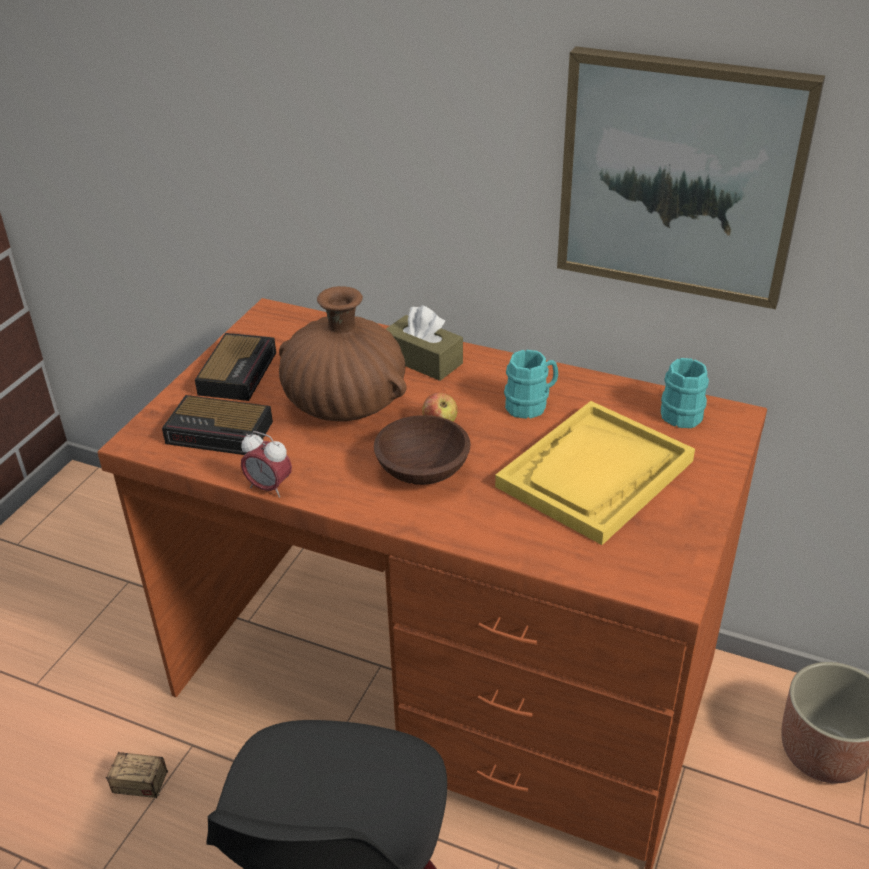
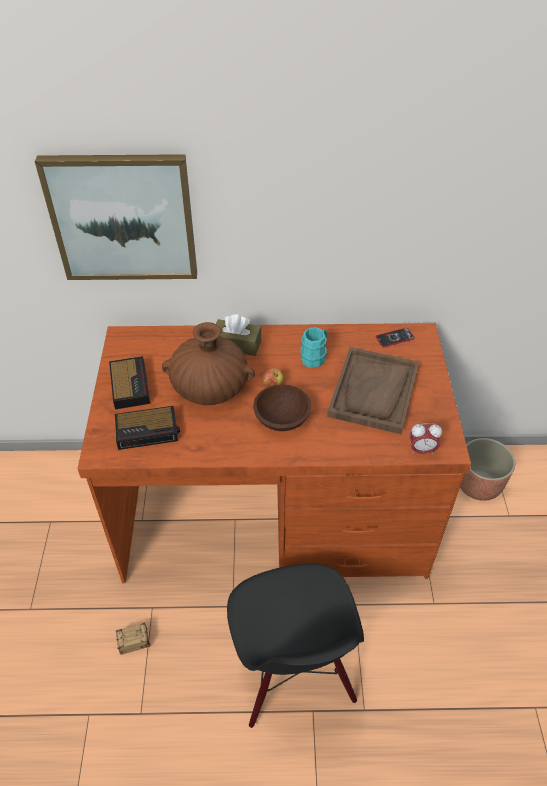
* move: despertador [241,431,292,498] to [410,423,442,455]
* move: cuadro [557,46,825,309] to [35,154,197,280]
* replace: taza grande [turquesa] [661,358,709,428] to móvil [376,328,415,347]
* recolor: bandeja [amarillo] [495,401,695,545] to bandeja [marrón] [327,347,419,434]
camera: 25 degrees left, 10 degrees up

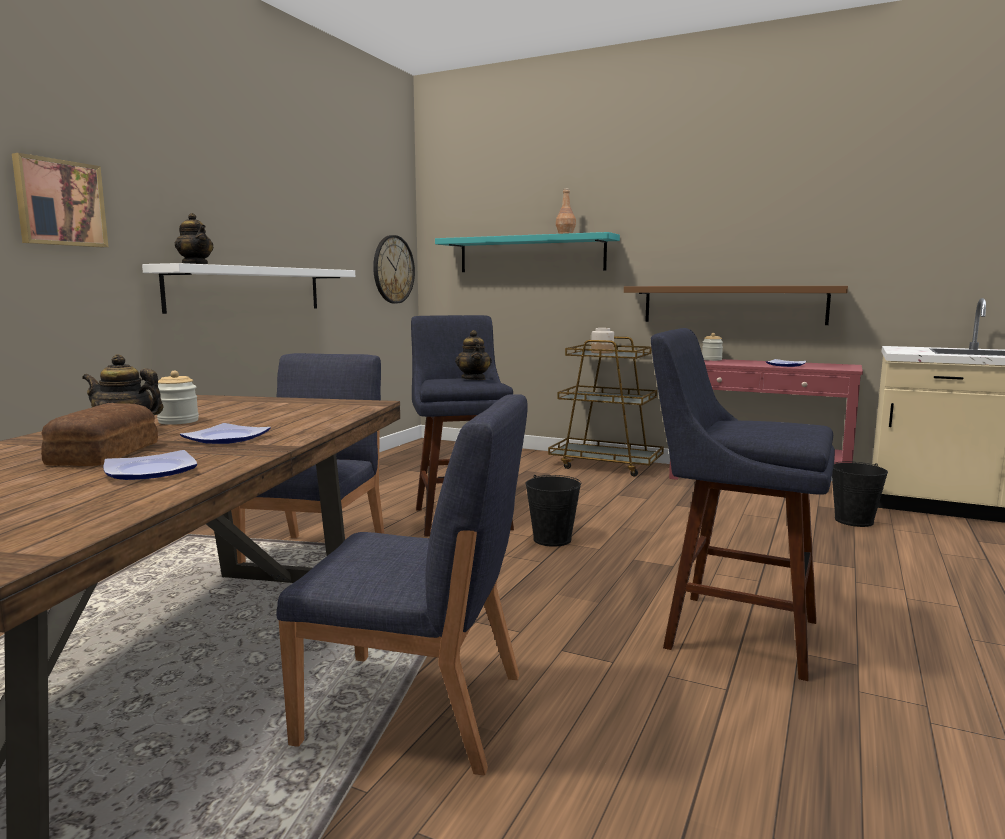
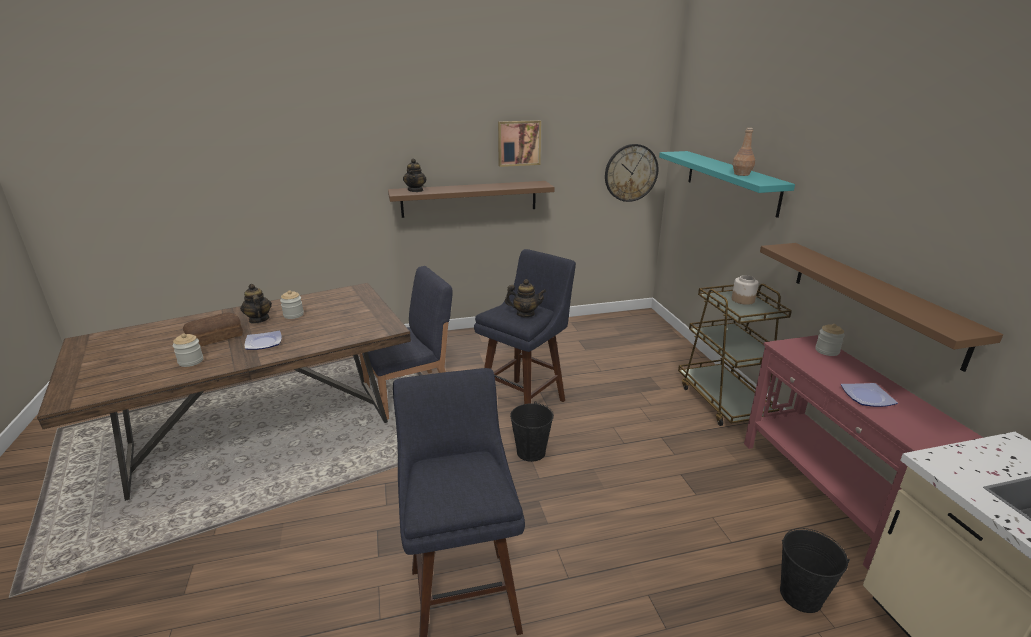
* delete: silla [azul] [276,394,528,775]
* move: cuadro [12,153,108,247] to [498,120,541,167]
* replace: plato [103,450,197,480] to tarro [173,333,203,367]
* recolor: estante [blanco] [142,263,355,314] to estante [marrón] [388,181,554,218]
* rotate: tetera [455,330,492,380] = [505,279,547,317] 120 degrees counterclockwise
camera: 50 degrees right, 15 degrees up

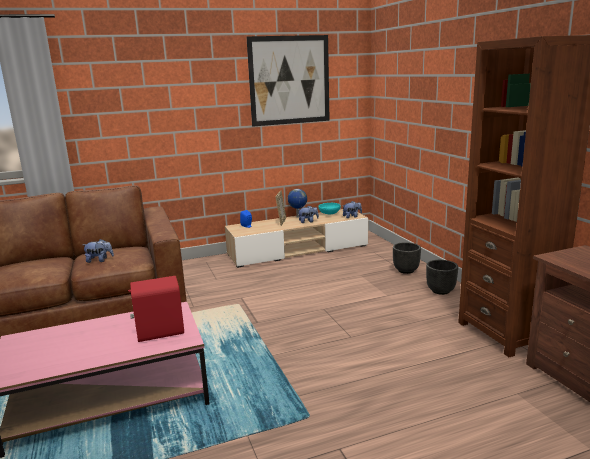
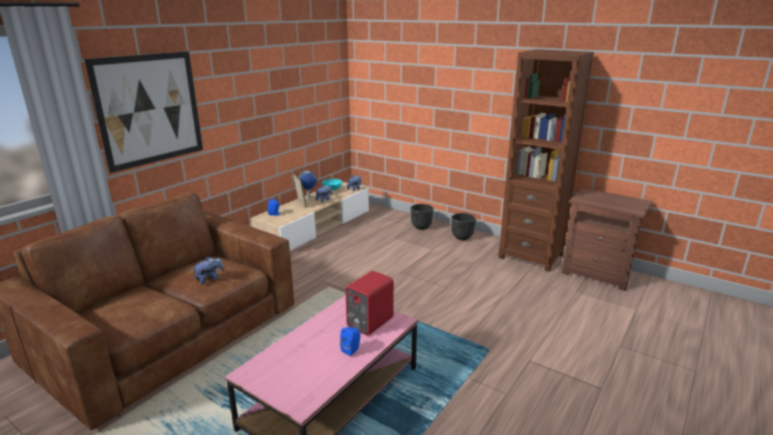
* insert: altavoz [azul] [340,327,360,356]
* move: cuadro [247,35,330,127] to [84,51,203,173]
camera: 35 degrees left, 5 degrees up

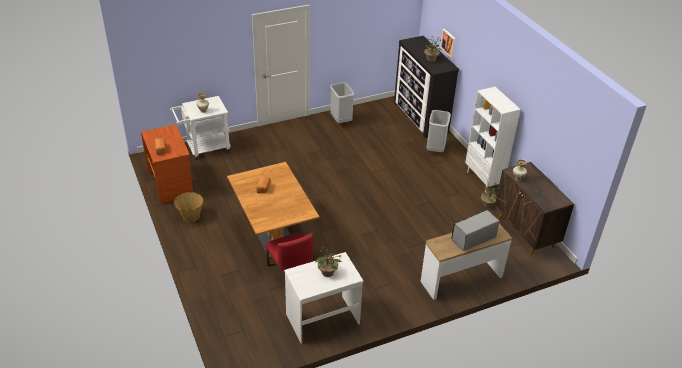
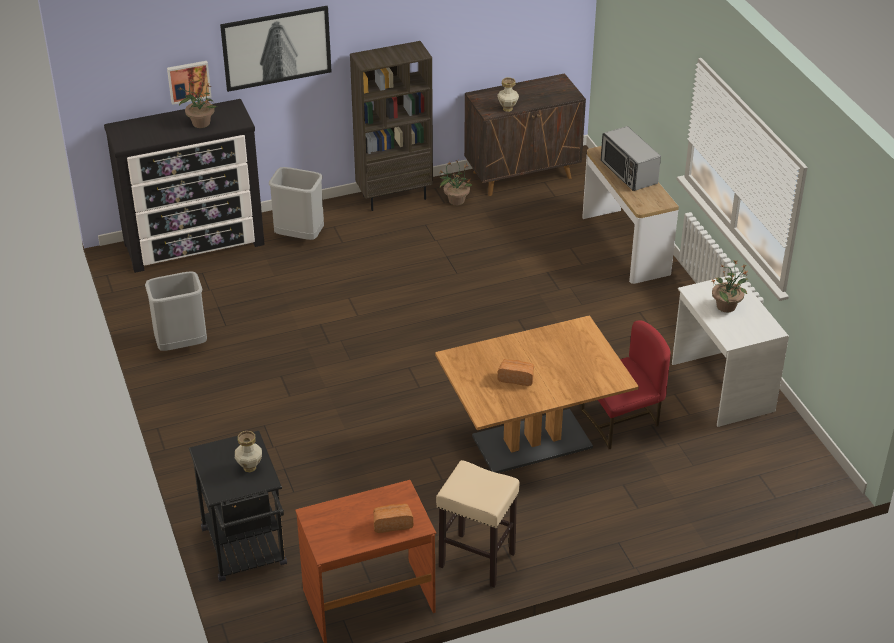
* insert: cuadro [220,6,332,92]
* replace: cesta [174,192,203,222] to taburete [beis] [436,460,520,588]
* recolor: carrito [blanco] [170,96,231,160] to carrito [negro] [189,431,287,582]
* recolor: estantería [blanco] [465,87,521,193] to estantería [marrón] [350,41,433,211]
camera: 85 degrees left, 0 degrees up

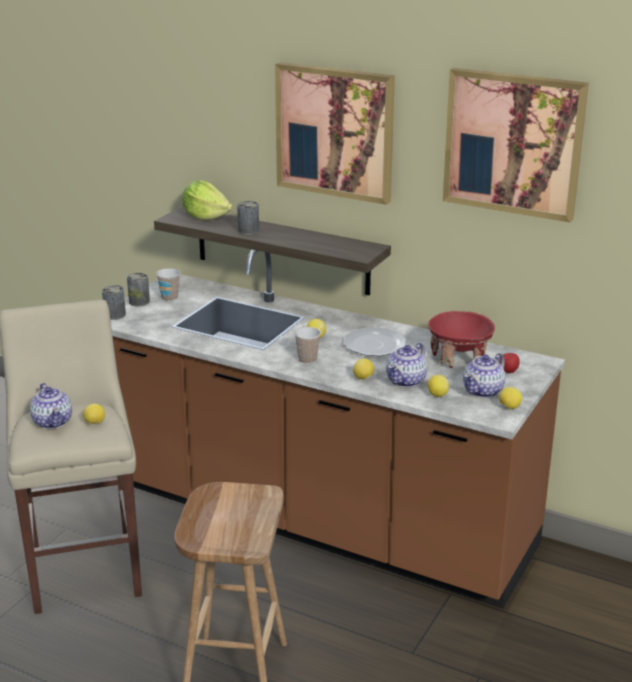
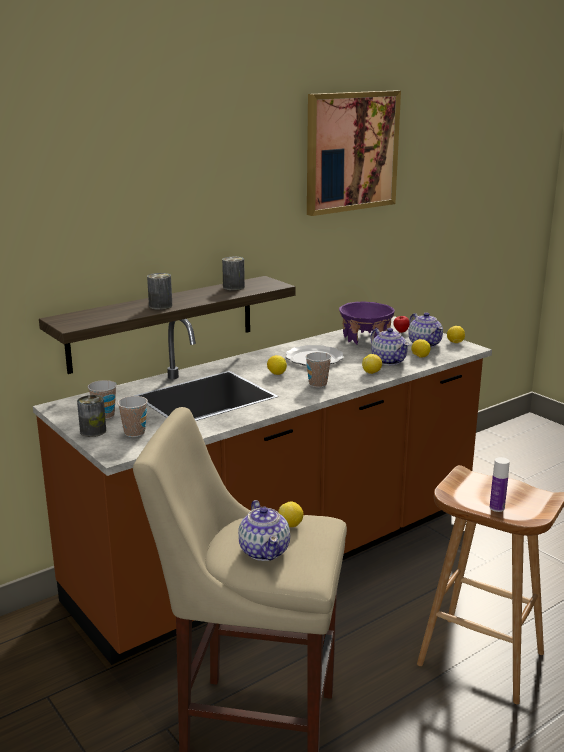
* delete: lechuga [183,180,232,220]
* delete: cuadro [275,62,395,205]
* insert: taza [117,396,148,437]
* insert: botella [490,457,510,512]
* move: lata [102,285,126,320] to [222,257,245,290]
* recolor: cuenco [rojo] [428,311,495,368] to cuenco [morado] [339,301,395,345]
* rotate: tetera [30,383,72,429] = [238,500,290,561] 75 degrees clockwise
camera: 65 degrees left, 5 degrees down

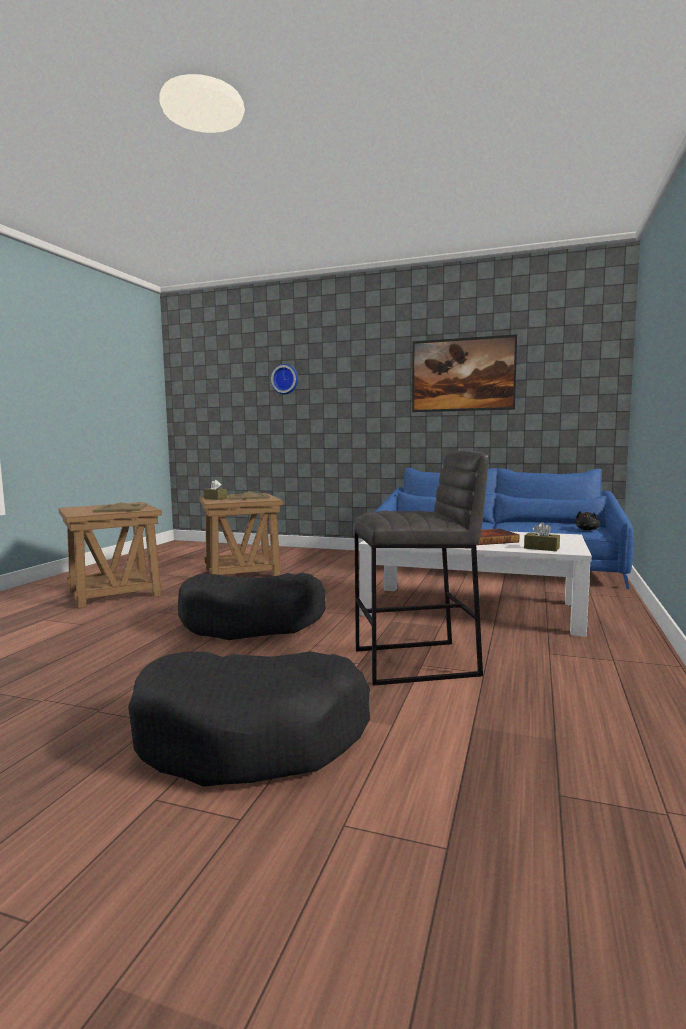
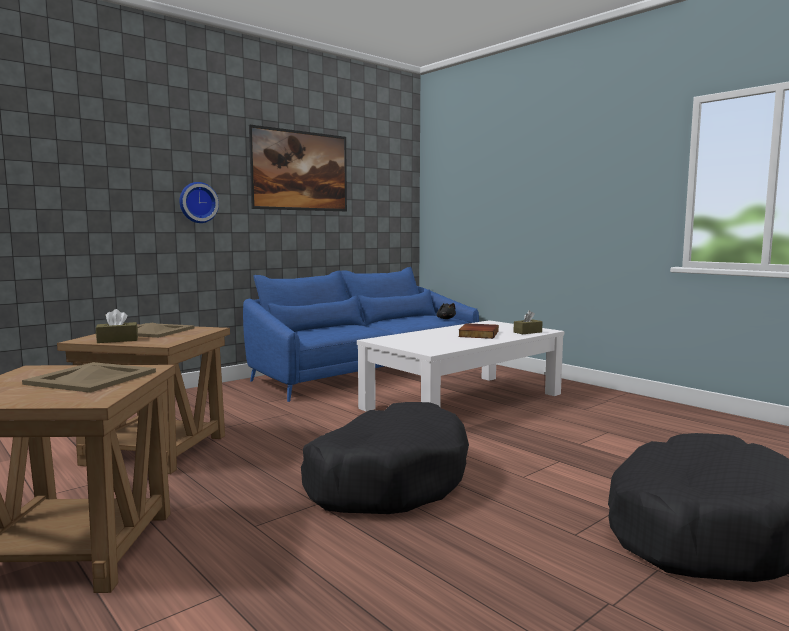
* delete: taburete [gris] [354,450,488,686]
* move: reloj de pared [271,364,298,395] to [179,182,219,223]
camera: 60 degrees left, 0 degrees up

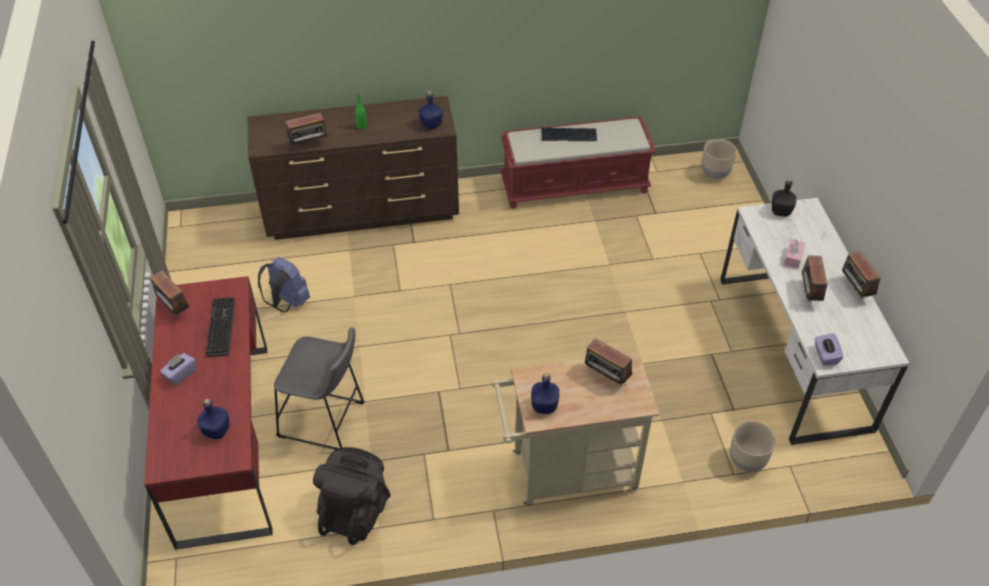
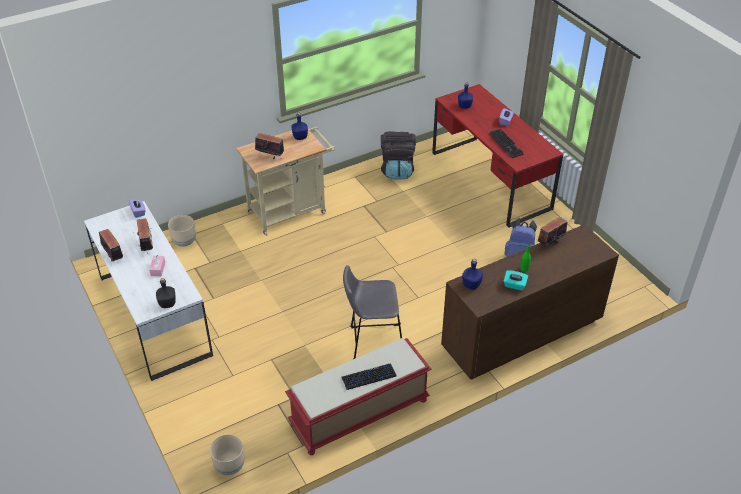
* delete: radio [150,270,189,317]
* insert: caja de pañuelos [turquesa] [504,270,528,291]
* move: taburete [gris] [274,327,365,451] to [343,265,402,359]
camera: 160 degrees right, 5 degrees down

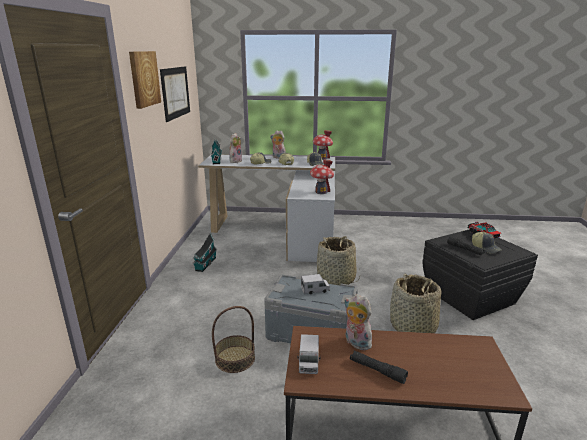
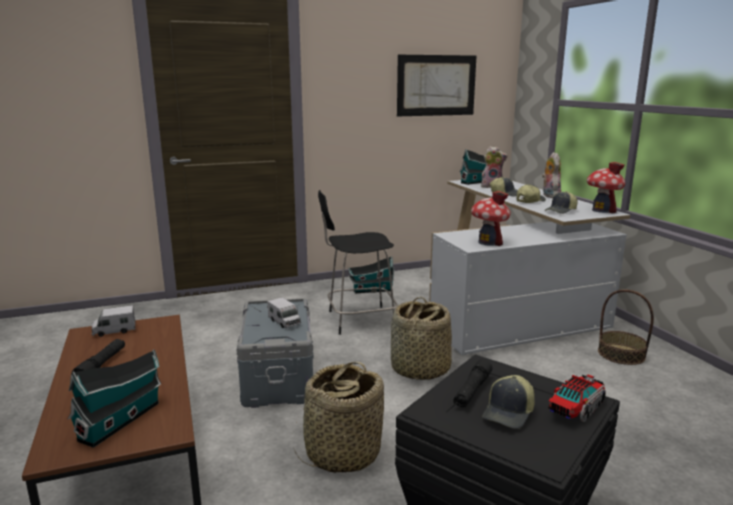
* delete: cuadro [129,51,161,109]
* delete: peluche [344,294,372,350]
* insert: casita [68,349,161,448]
* insert: taburete [negro] [318,190,398,335]
* move: cesta [212,306,255,373] to [598,289,654,365]
camera: 65 degrees right, 5 degrees down

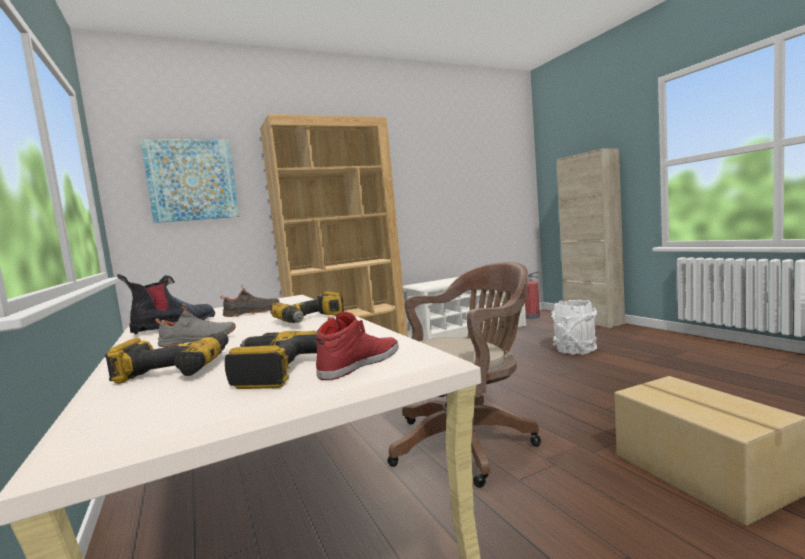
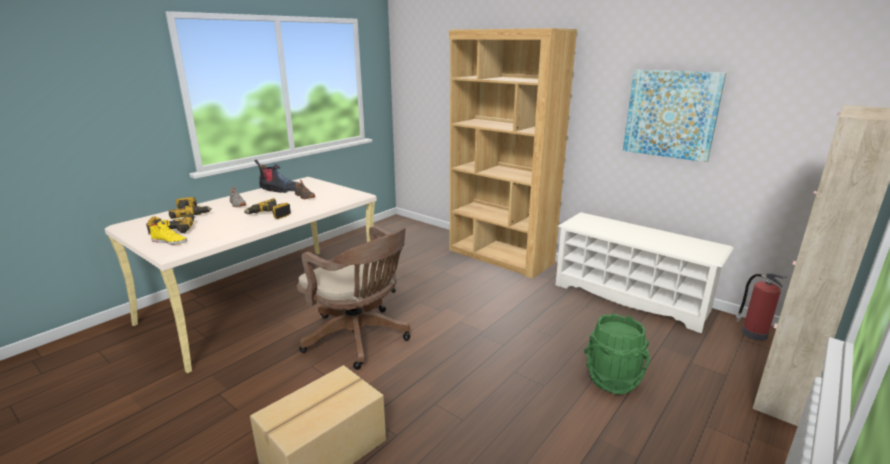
* move: cuadro [140,139,240,223] to [623,69,726,162]
* recolor: zapato [rojo] [316,312,399,380] to zapato [amarillo] [149,220,187,245]
* recolor: cubo [blanco] [551,300,597,355] to cubo [verde] [584,314,650,395]
camera: 65 degrees right, 15 degrees up

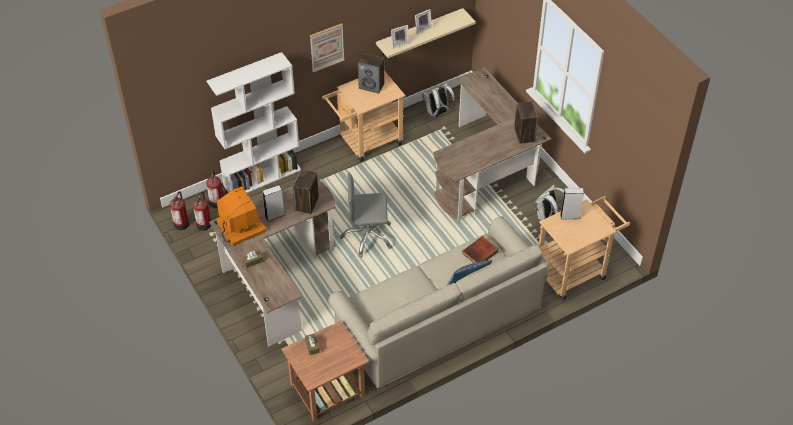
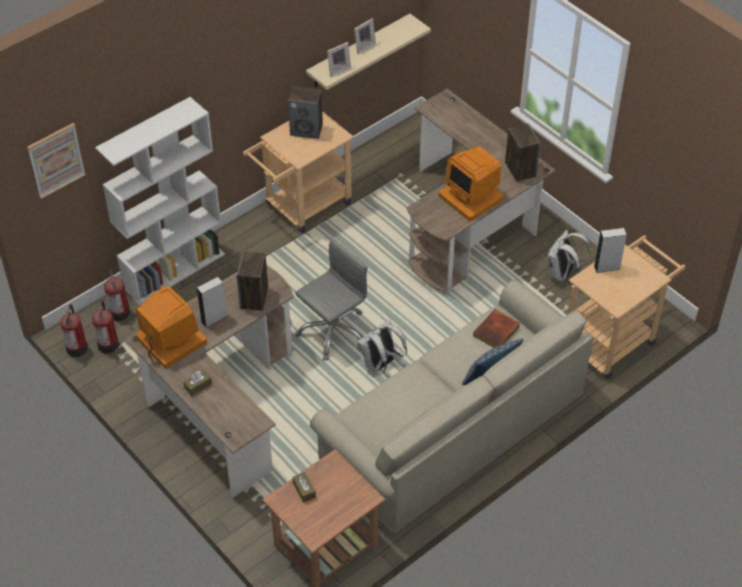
* insert: monitor [438,146,504,221]
* move: cuadro [310,23,345,73] to [27,123,86,199]
* move: mochila [blanco] [422,83,455,117] to [357,320,407,373]
* rotate: silla de oficina [gris] [340,172,392,257] = [295,238,368,360] 150 degrees clockwise
camera: 10 degrees left, 0 degrees up

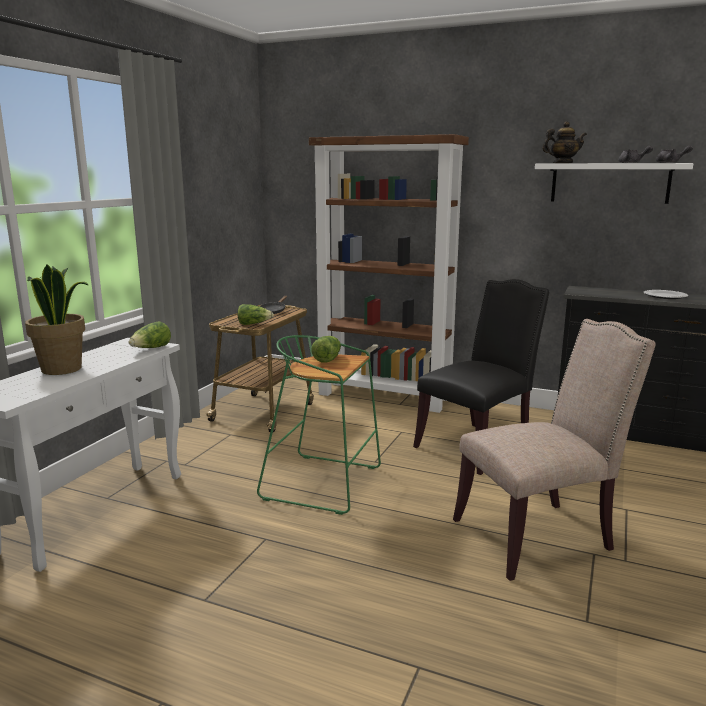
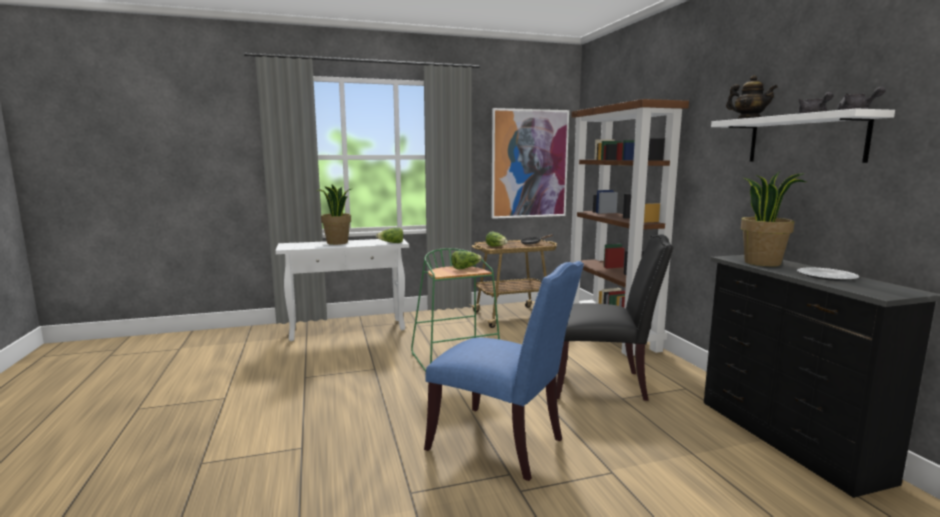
* insert: cuadro [491,108,569,219]
* insert: planta en maceta [741,171,806,267]
* recolor: silla [beis] [453,319,656,581] to silla [azul] [424,261,584,481]
camera: 50 degrees right, 5 degrees down

